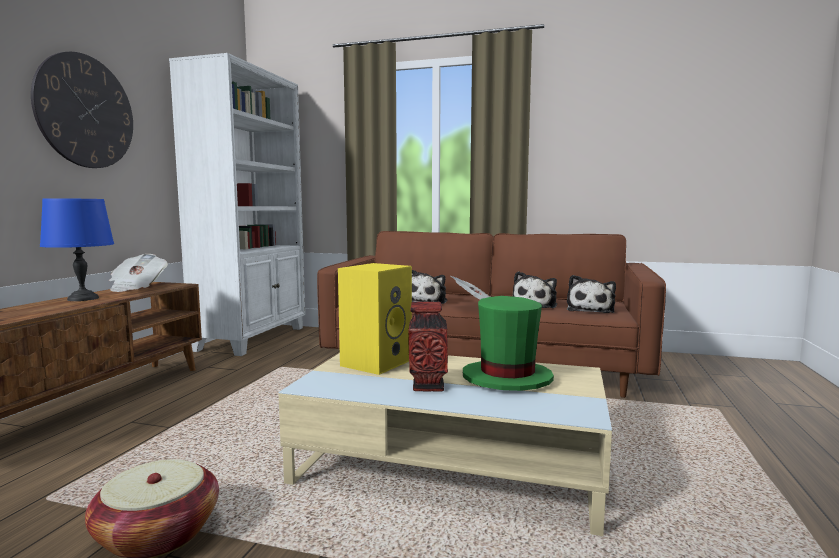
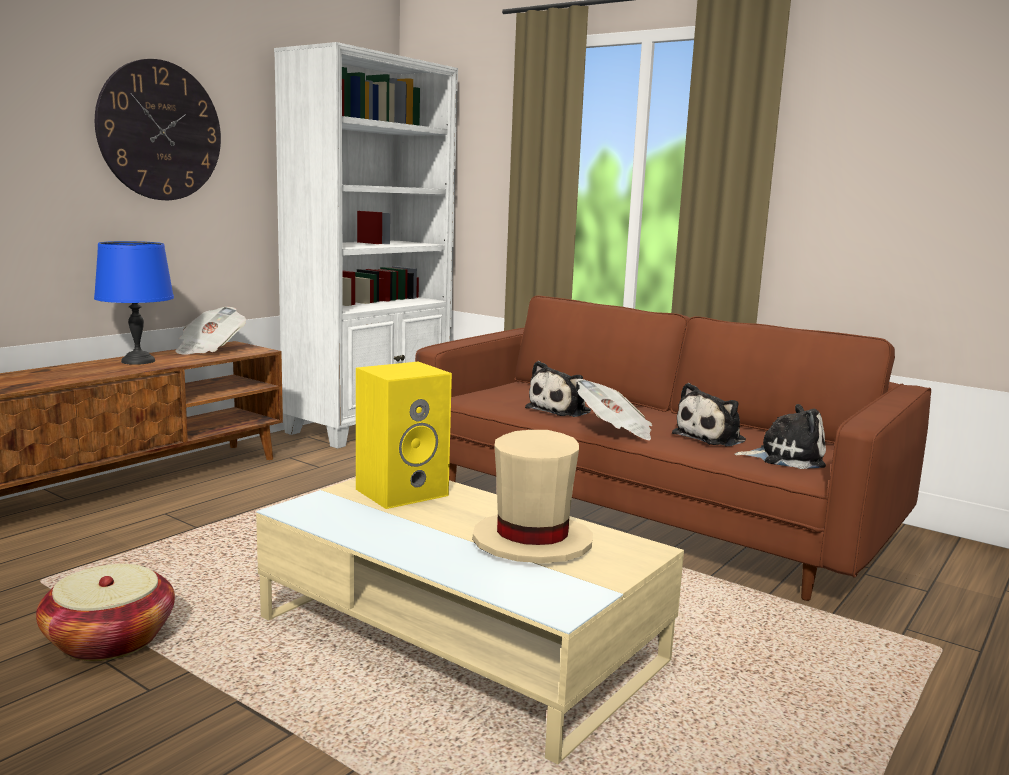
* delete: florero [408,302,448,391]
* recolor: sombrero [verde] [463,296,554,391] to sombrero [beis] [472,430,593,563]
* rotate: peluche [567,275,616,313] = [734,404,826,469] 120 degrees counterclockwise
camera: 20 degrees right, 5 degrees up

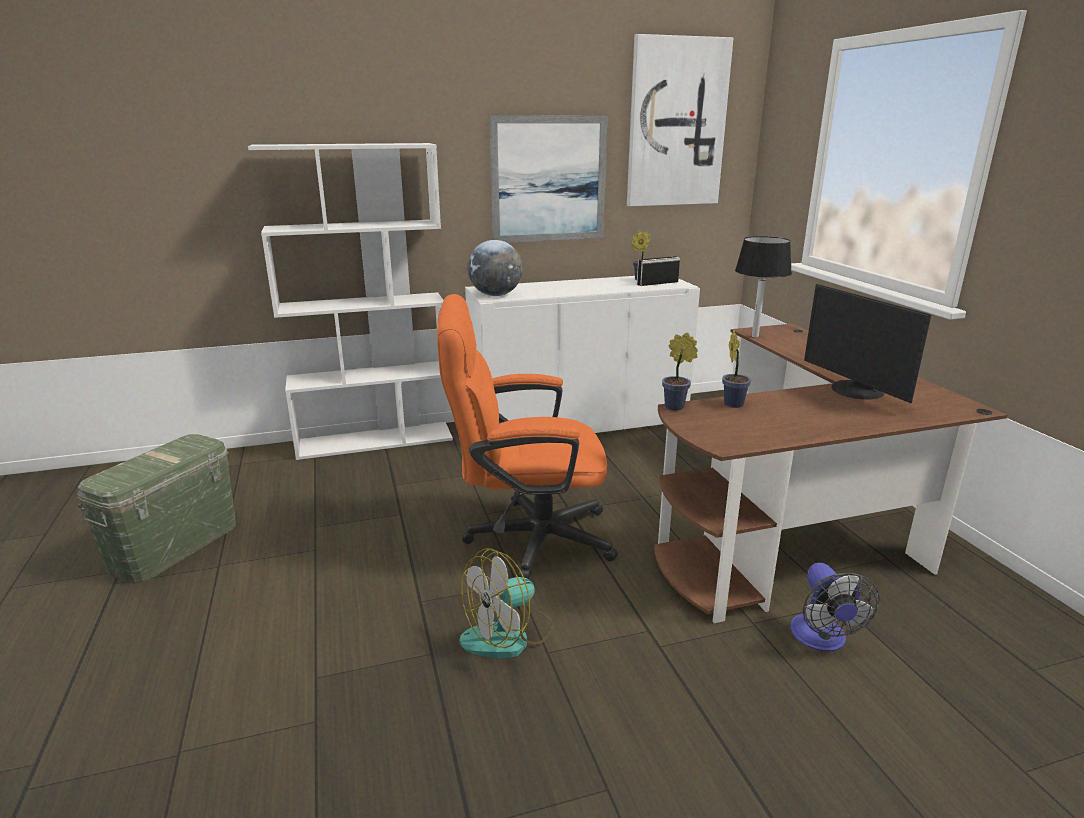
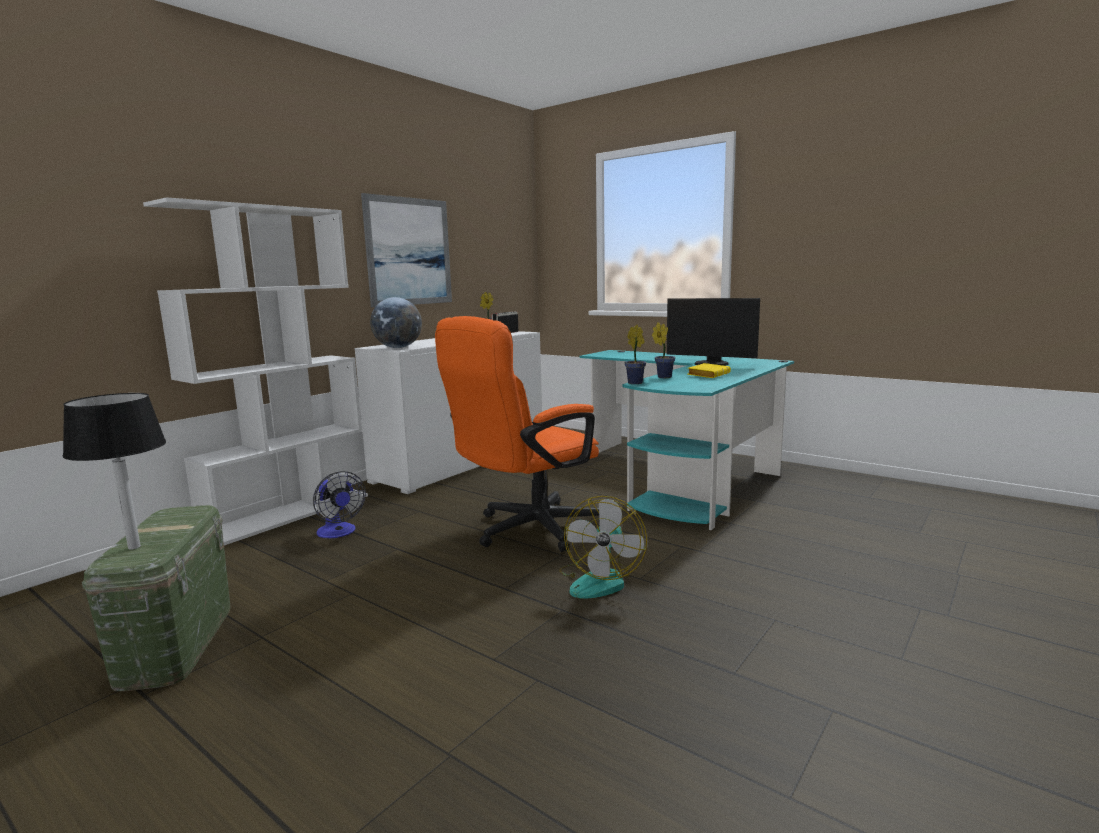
* delete: cuadro [627,34,733,207]
* insert: libro [amarillo] [687,363,731,378]
* move: lámpara de mesa [negro] [735,236,792,337] to [62,393,166,550]
* move: ventilador [790,563,880,651] to [313,471,366,538]
* recolor: escritorio [marrón] [654,324,1007,623] to escritorio [turquesa] [580,350,794,530]
camera: 35 degrees left, 10 degrees down

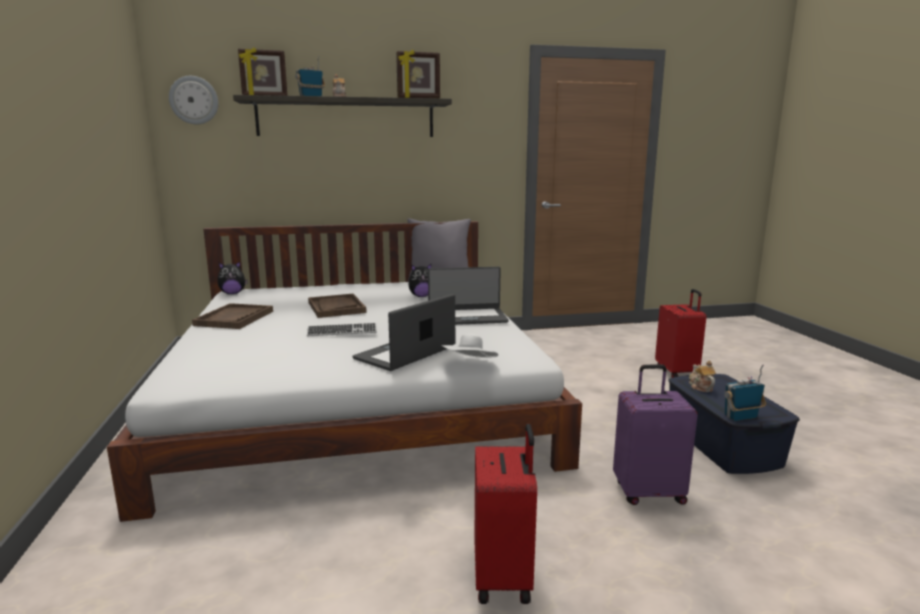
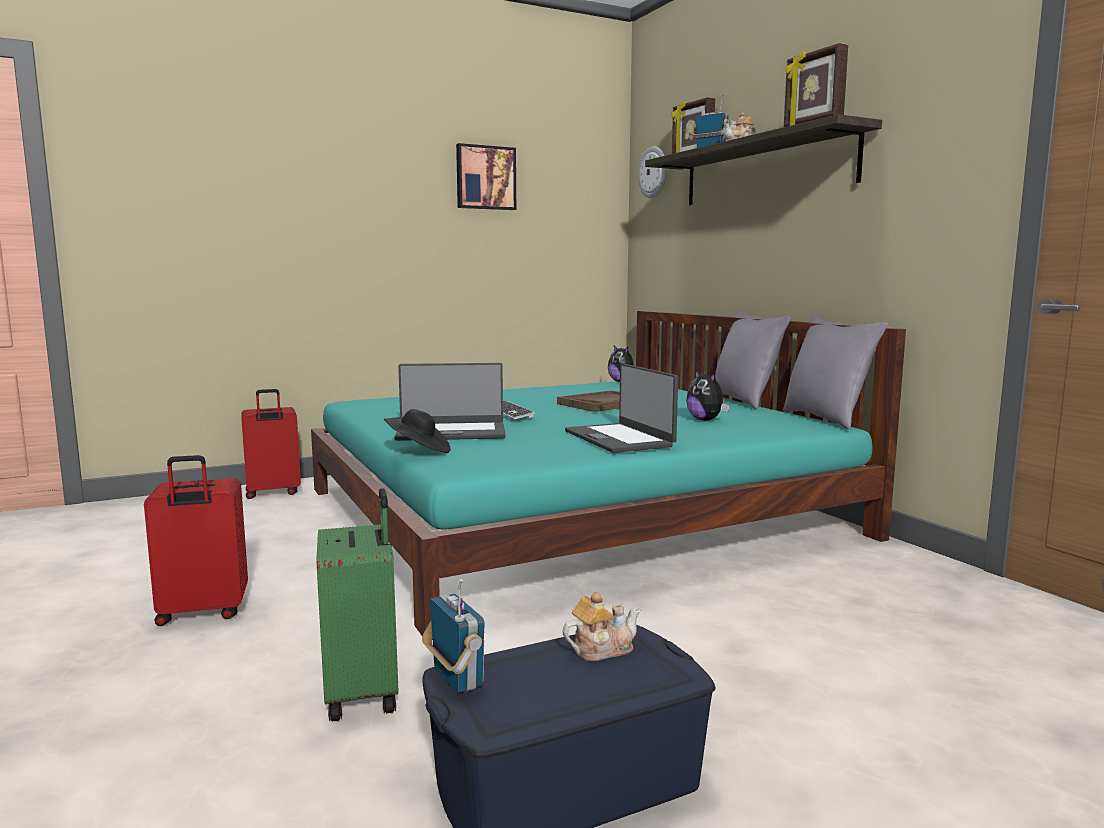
* delete: bandeja [marrón] [192,303,273,329]
* insert: cuadro [456,143,516,210]
* insert: cojín [gris] [715,311,791,409]
* move: maleta [rojo] [655,289,706,378] to [241,389,301,499]
* recolor: cama [blanco] [107,221,582,522] to cama [turquesa] [311,311,906,639]
* recolor: sombrero [blanco] [441,334,498,358] to sombrero [negro] [384,409,451,453]
* recolor: maleta [morado] [613,365,698,505] to maleta [verde] [317,488,399,722]
* rotate: portátil [353,294,455,371] = [395,363,506,441] 150 degrees clockwise
camera: 75 degrees right, 5 degrees down

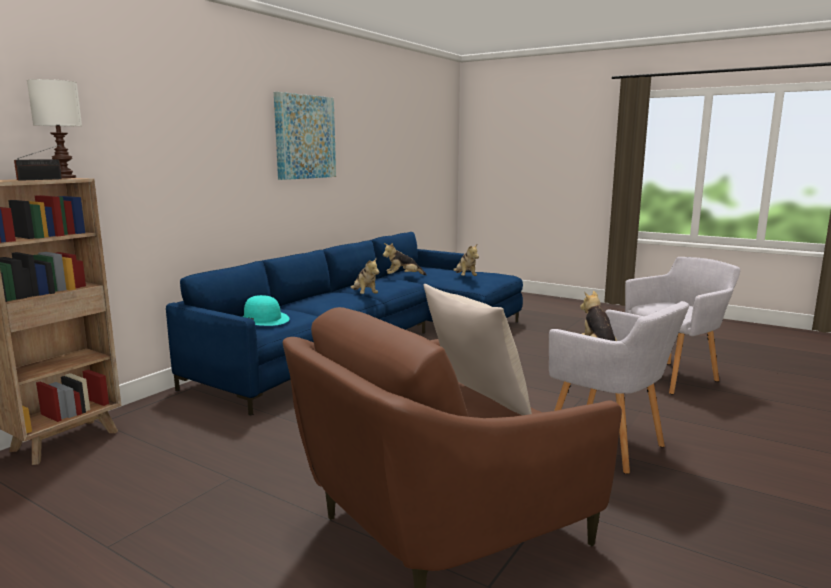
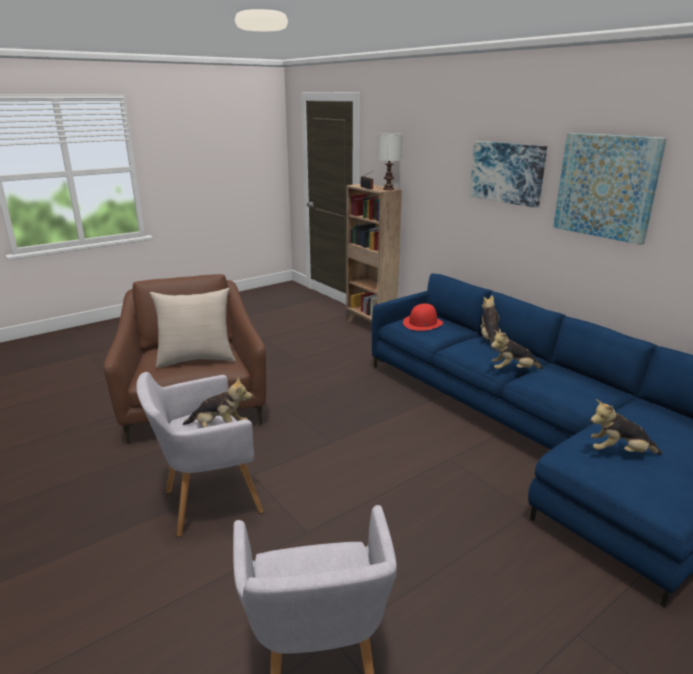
* insert: cuadro [469,141,547,208]
* move: peluche [383,243,427,275] to [480,295,504,352]
* recolor: sombrero [turquesa] [243,295,290,326] to sombrero [rojo] [403,303,443,331]
camera: 110 degrees right, 10 degrees up

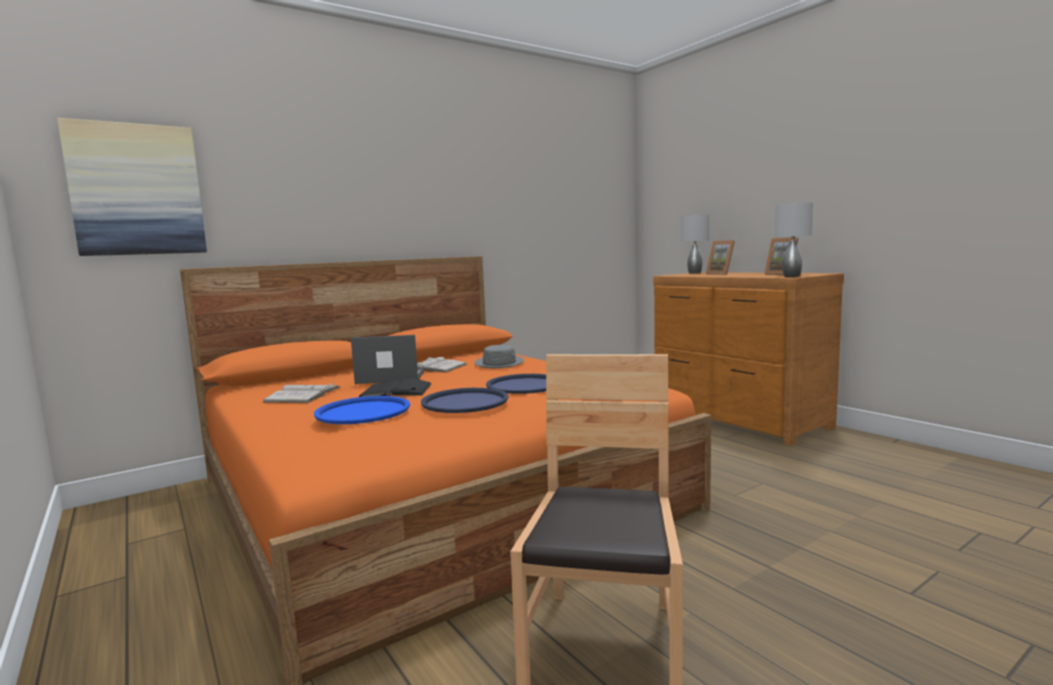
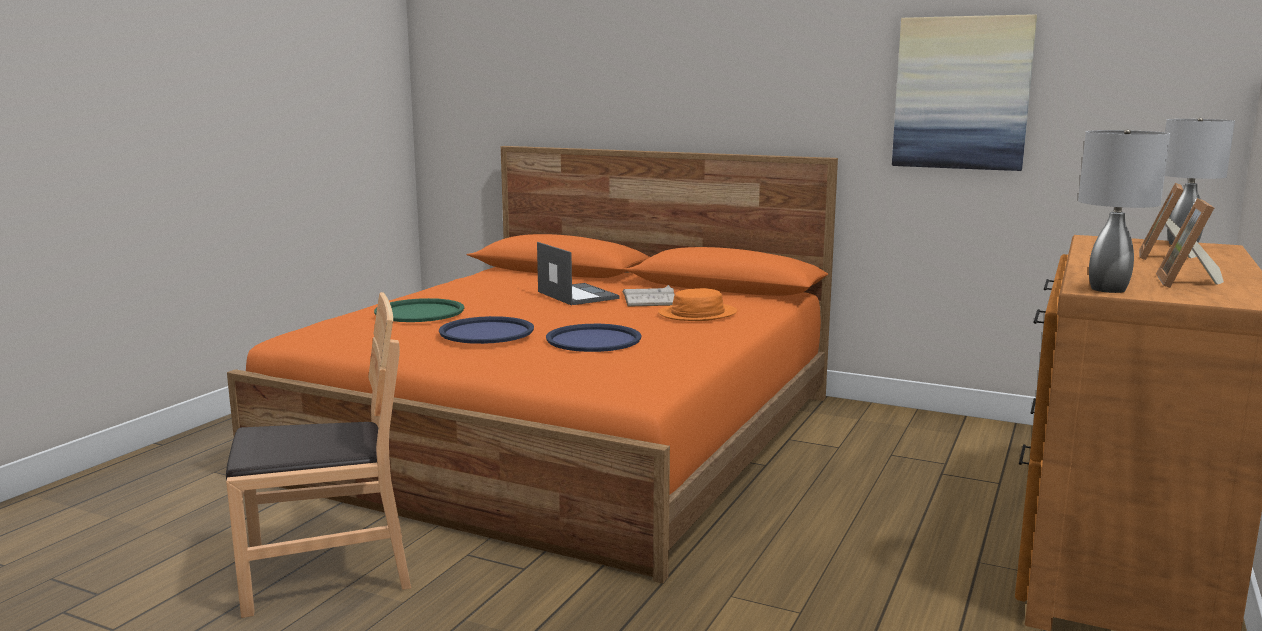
* delete: libro [blanco] [262,382,340,403]
* delete: libro [negro] [359,378,432,397]
* move: cuadro [57,118,207,256] to [892,14,1037,171]
* recolor: bandeja [azul] [314,396,410,424] to bandeja [verde] [374,298,464,322]
* recolor: sombrero [gris] [475,344,524,368] to sombrero [naranja] [658,288,737,321]
camera: 60 degrees right, 5 degrees up

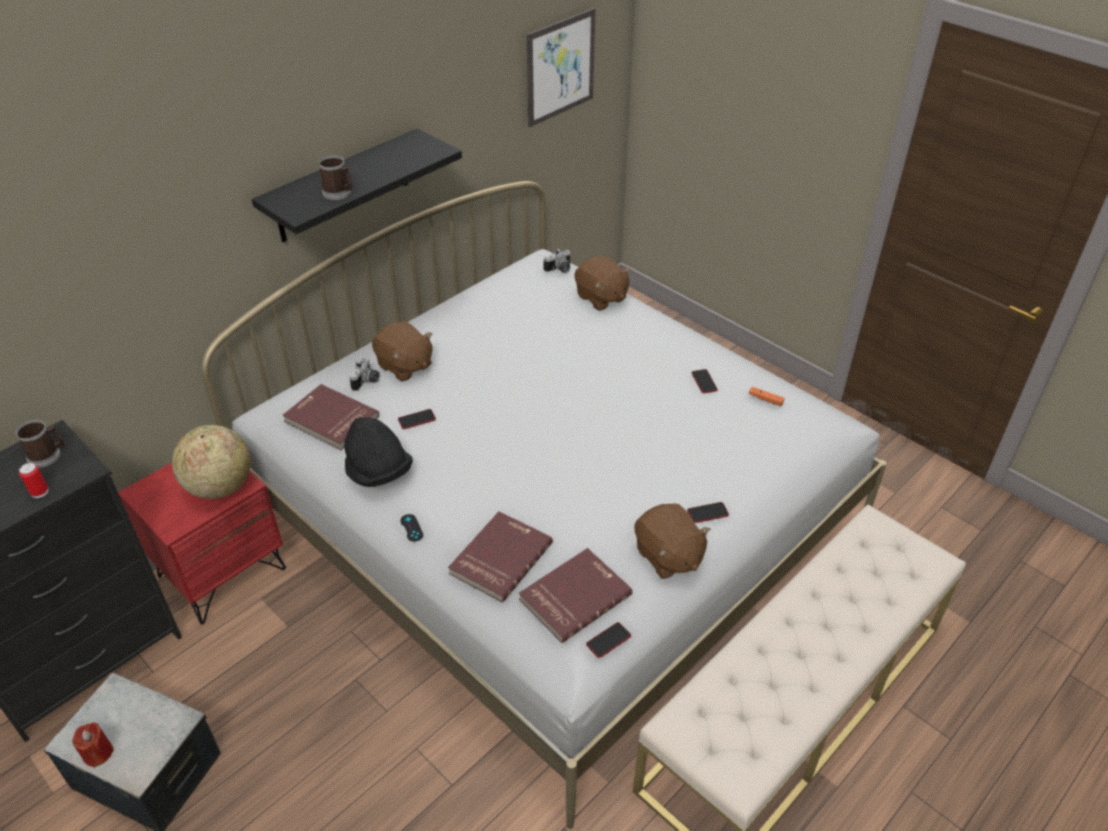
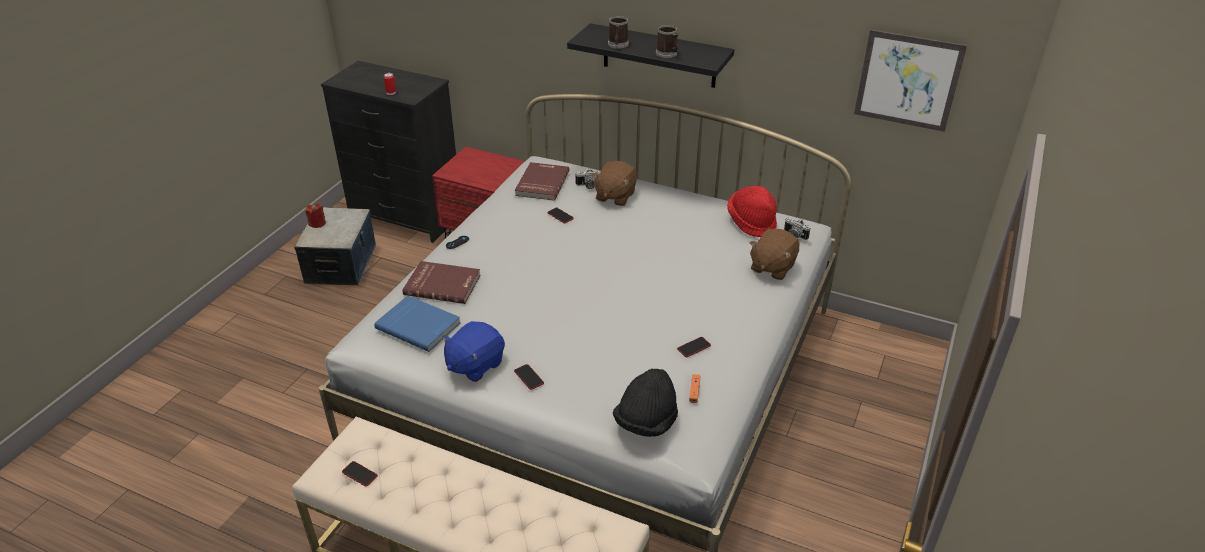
* delete: globo terráqueo [172,425,251,499]
* insert: sombrero [rojo] [727,186,777,237]
* move: taza grande [15,420,65,468] to [656,25,678,58]
* move: sombrero [negro] [344,417,413,487] to [613,369,678,437]
* move: móvil [586,622,631,658] to [342,461,378,486]
* recolor: libro [rojo] [519,548,632,643] to libro [azul] [374,296,460,352]
* recolor: peluche [marrón] [635,504,711,579] to peluche [azul] [442,321,505,382]
camera: 70 degrees right, 5 degrees down

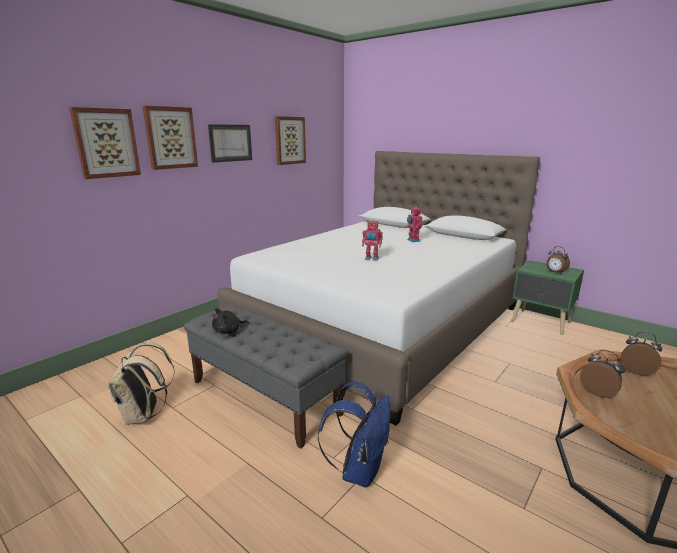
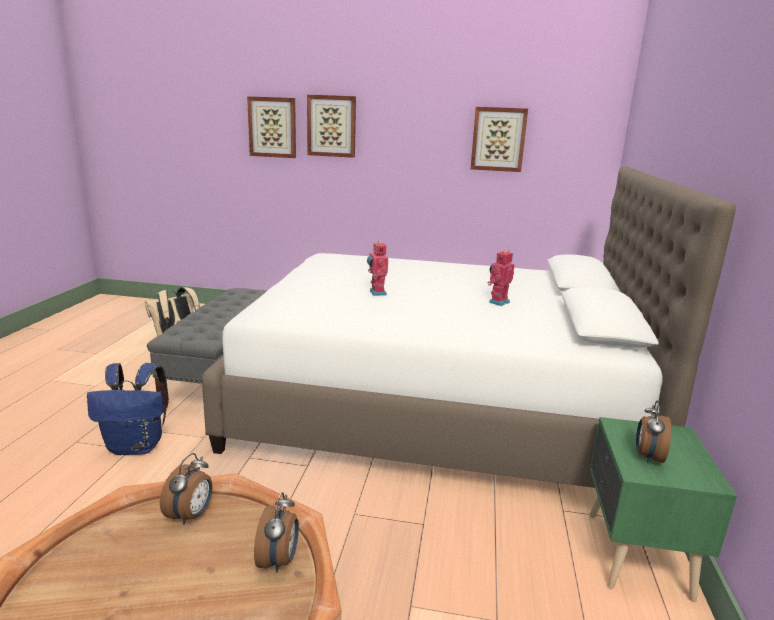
* delete: cuadro [208,124,252,163]
* delete: peluche [negro] [212,308,249,334]
camera: 60 degrees right, 0 degrees up

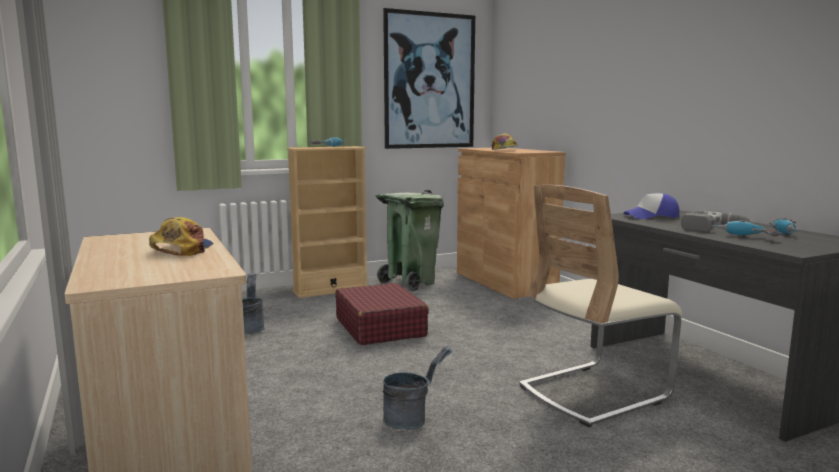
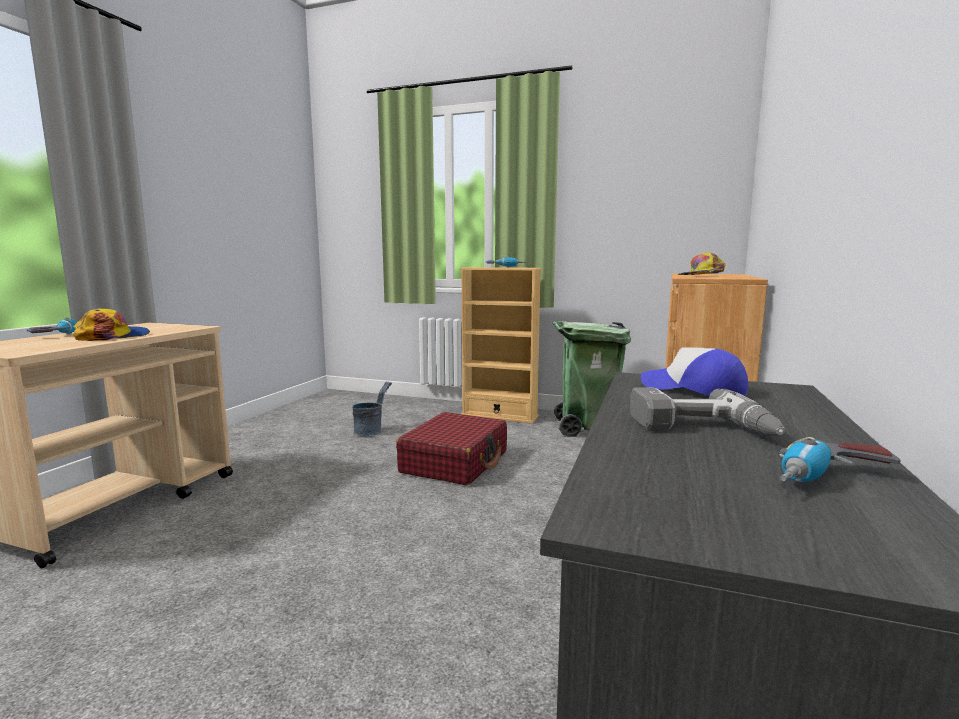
* delete: cuadro [383,8,475,149]
* delete: cubo [gris] [383,346,452,430]
* delete: silla [beis] [519,185,683,427]
* move: taladro [712,220,783,236] to [26,318,77,334]
camera: 45 degrees right, 0 degrees up

